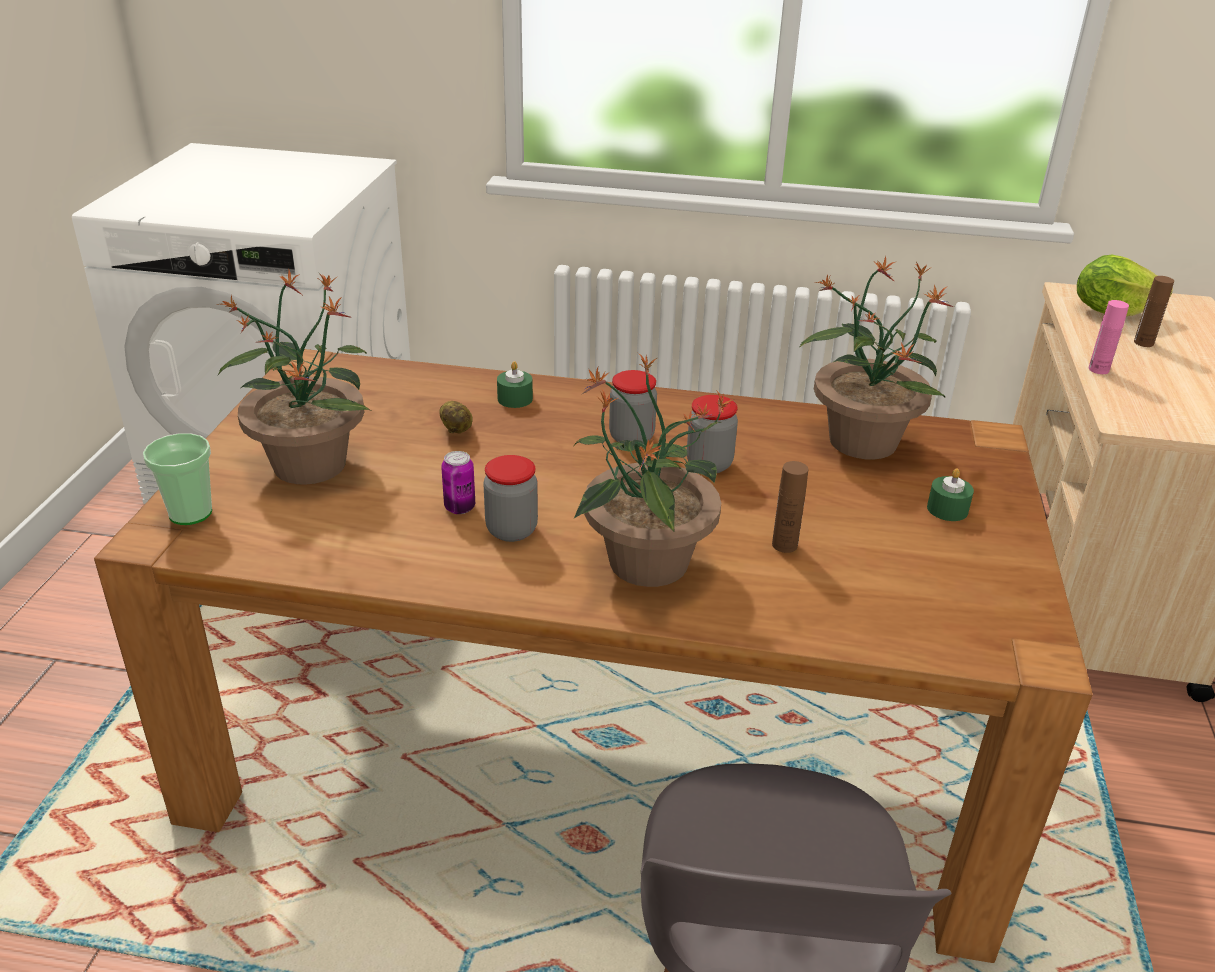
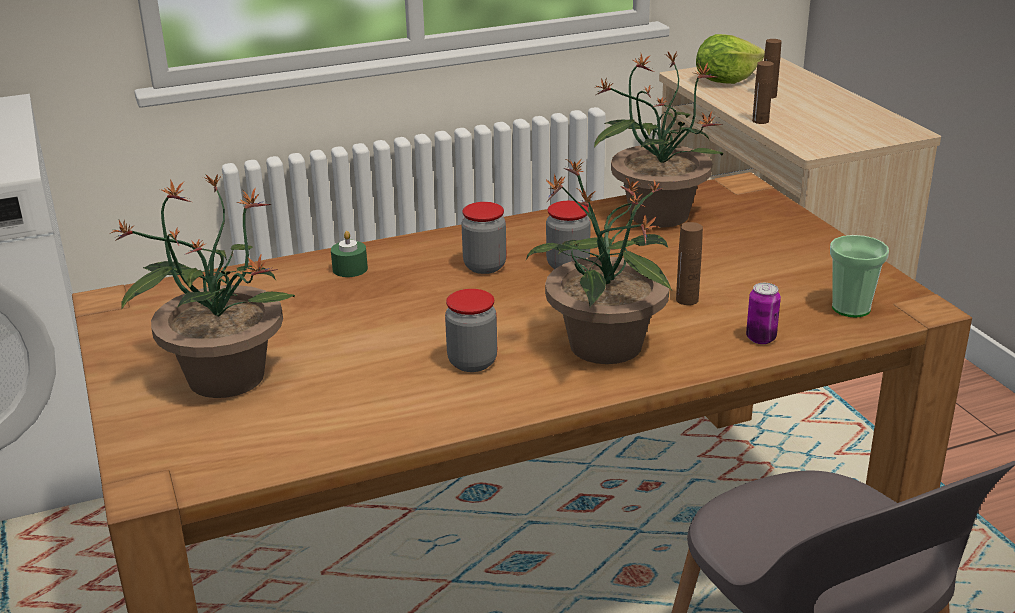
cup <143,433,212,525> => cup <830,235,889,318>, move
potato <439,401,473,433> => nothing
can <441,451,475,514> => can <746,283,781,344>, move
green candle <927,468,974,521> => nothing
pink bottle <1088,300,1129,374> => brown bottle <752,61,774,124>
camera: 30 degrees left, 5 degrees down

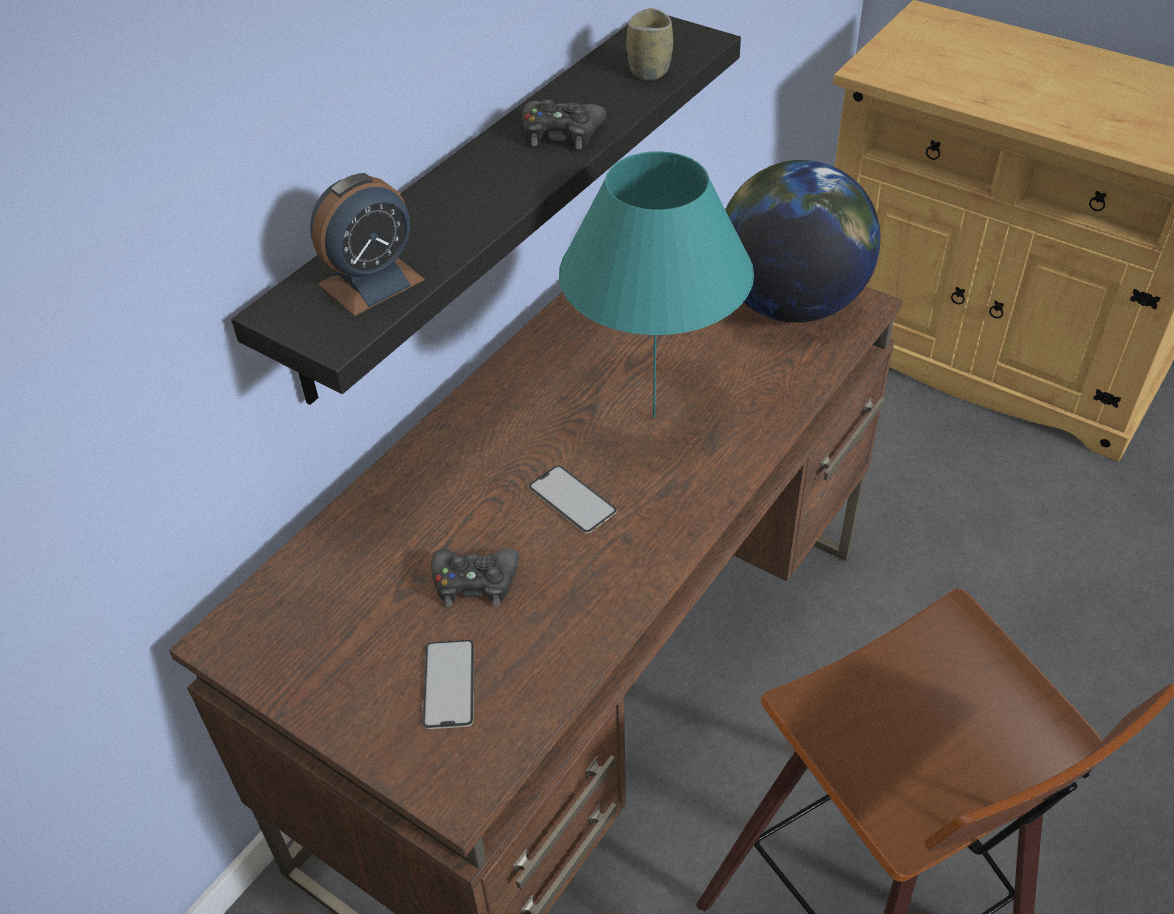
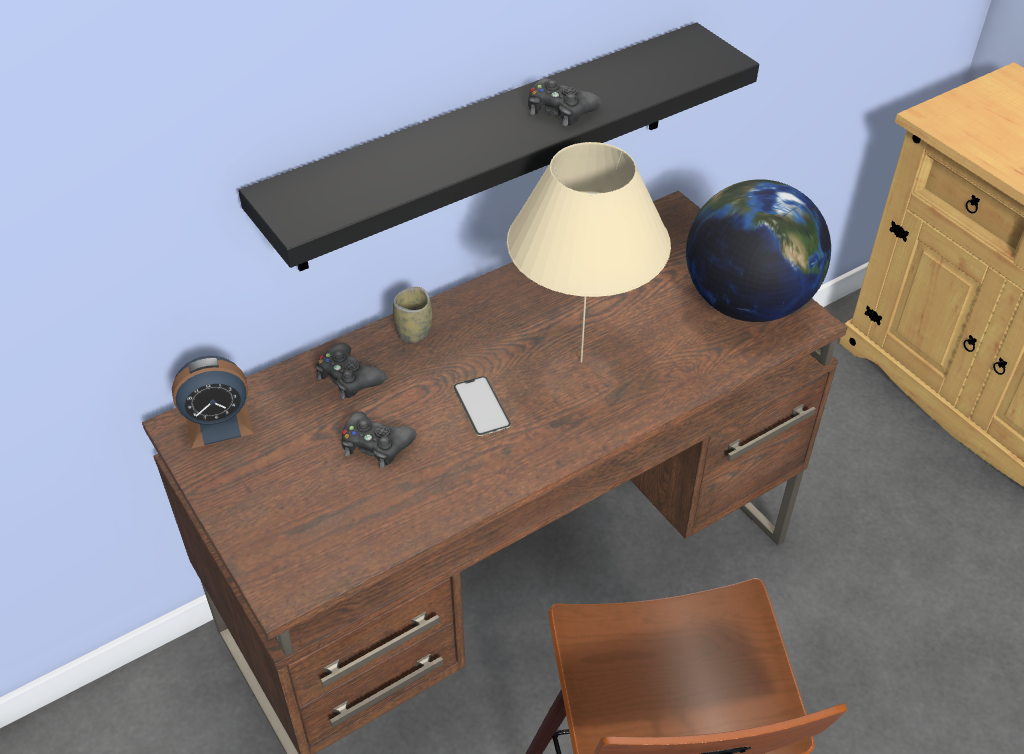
alarm clock <310,173,425,316> => alarm clock <172,356,254,449>, move
phone <422,640,474,729> => nothing
turquoise table lamp <559,151,754,418> => beige table lamp <507,142,671,363>
cup <626,8,673,81> => cup <393,287,432,343>, move
nothing => black game controller <316,343,387,399>
camera: 20 degrees right, 0 degrees up

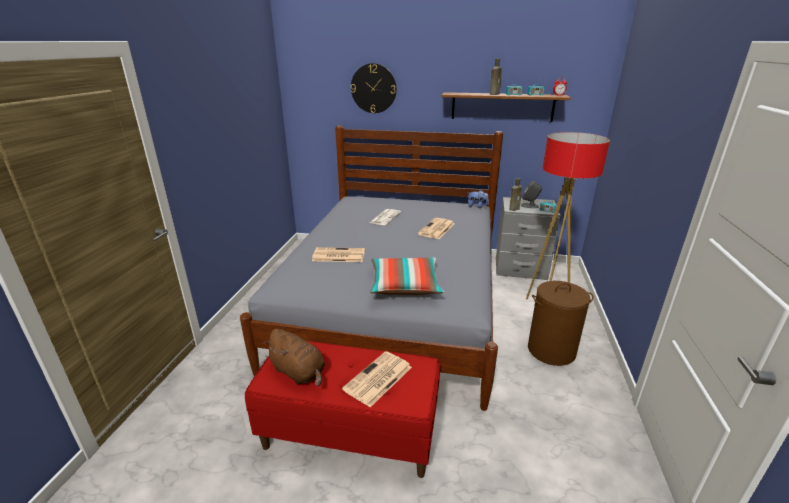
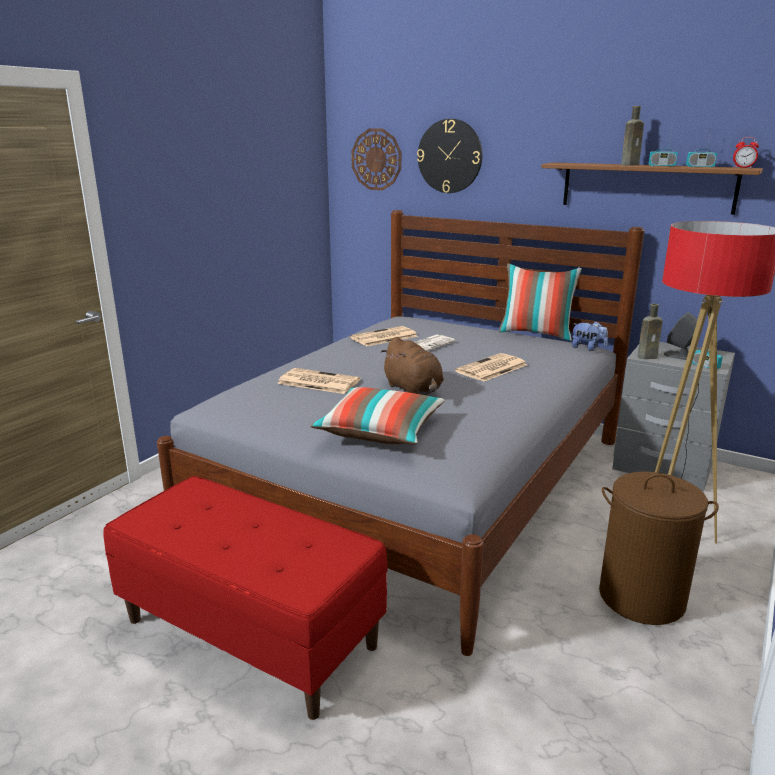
brown plush toy <263,329,325,386> => brown plush toy <380,337,444,395>, move
newspaper <342,351,412,407> => newspaper <350,326,418,346>, move
nothing => wall clock <351,129,401,190>
nothing => pillow <499,263,582,341>
camera: 20 degrees right, 5 degrees down

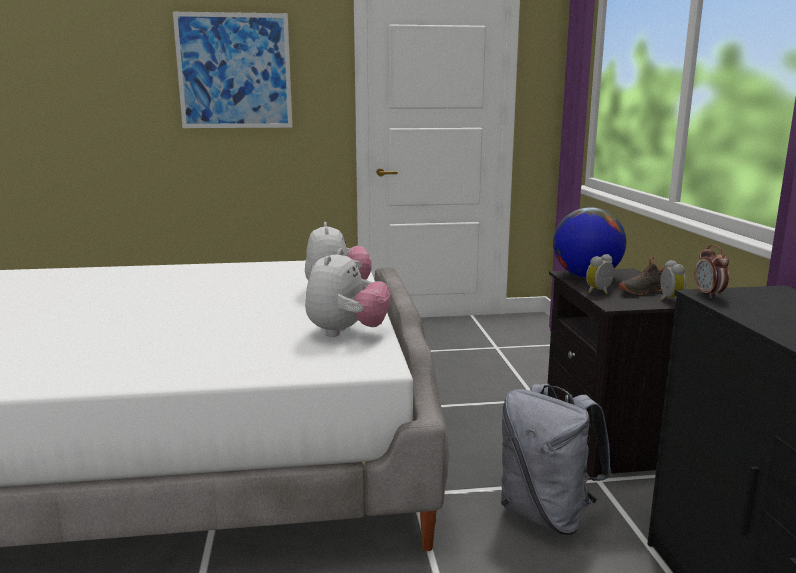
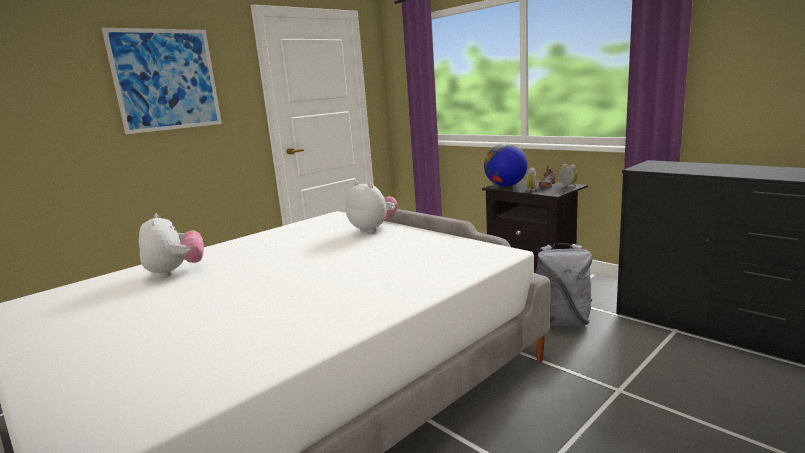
plush toy <305,248,391,337> => plush toy <139,214,204,278>, move
alarm clock <695,244,729,298> => nothing
camera: 35 degrees left, 0 degrees up

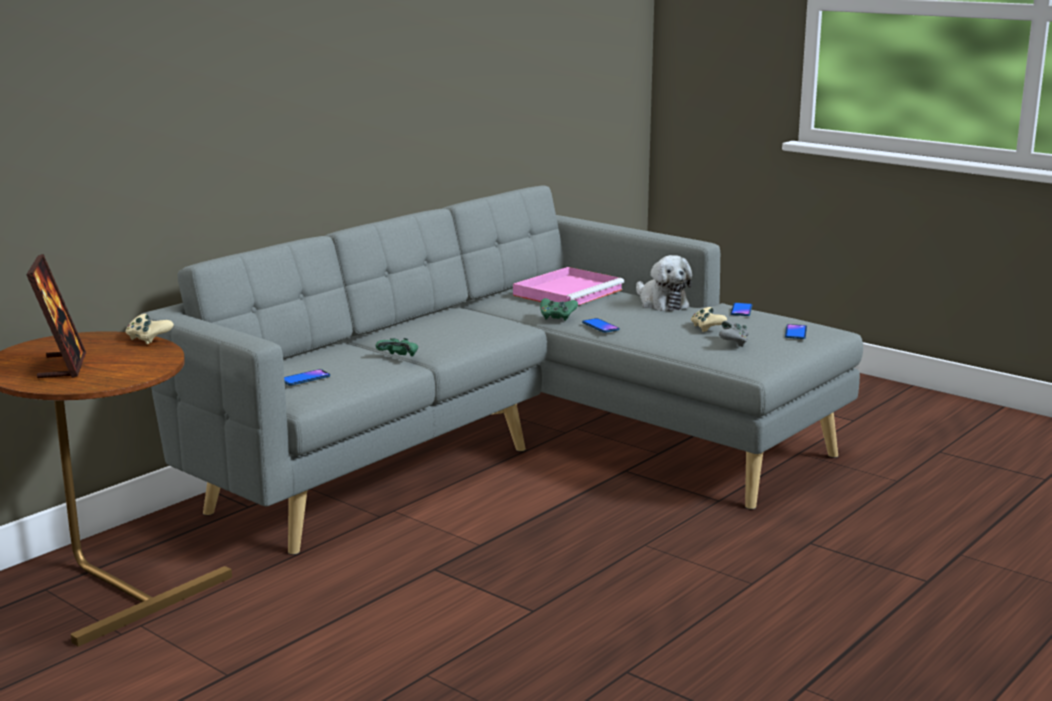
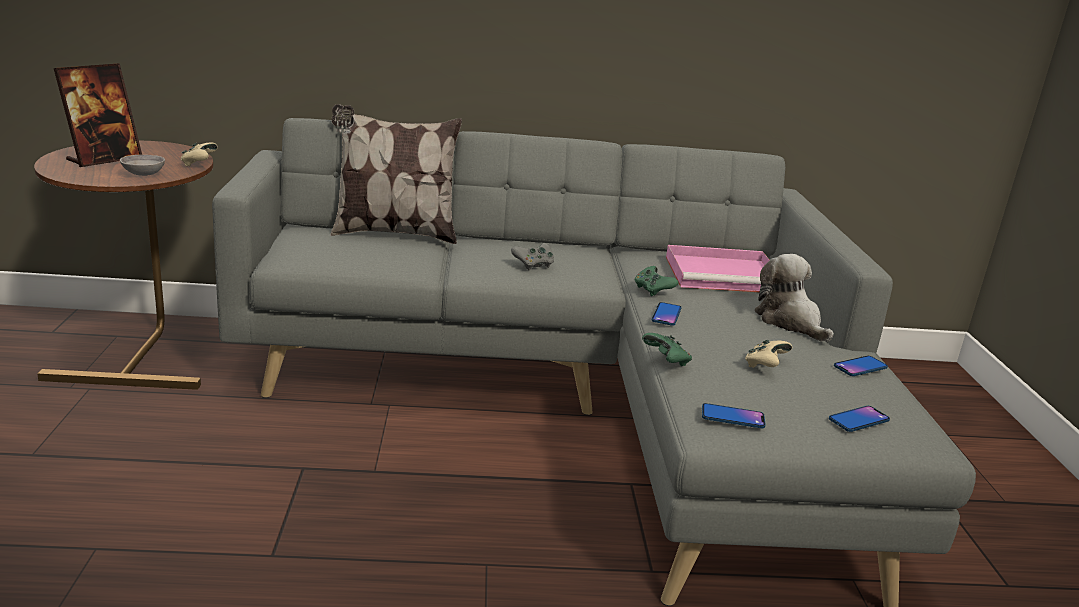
phone <284,369,330,386> => phone <702,403,766,428>, move
green game controller <376,338,418,356> => green game controller <642,333,692,366>, move
plush toy <636,255,692,311> => plush toy <754,254,834,342>, 135 degrees clockwise
grey game controller <719,321,749,347> => grey game controller <511,243,554,270>, move
nothing => grey bowl <120,155,165,176>
nothing => pillow <331,104,462,244>
camera: 45 degrees right, 5 degrees up

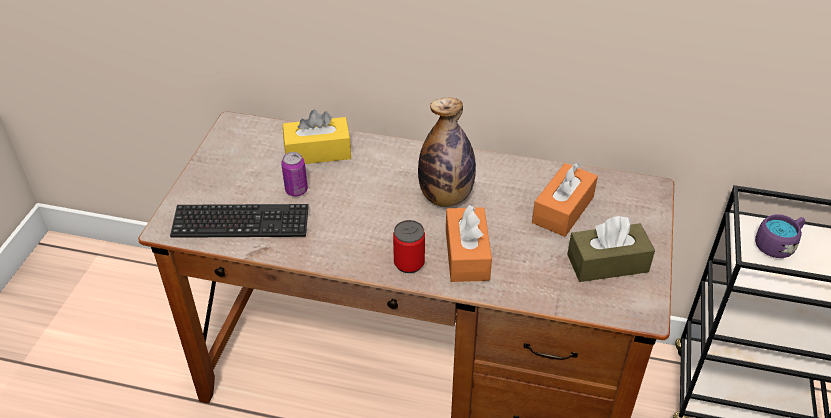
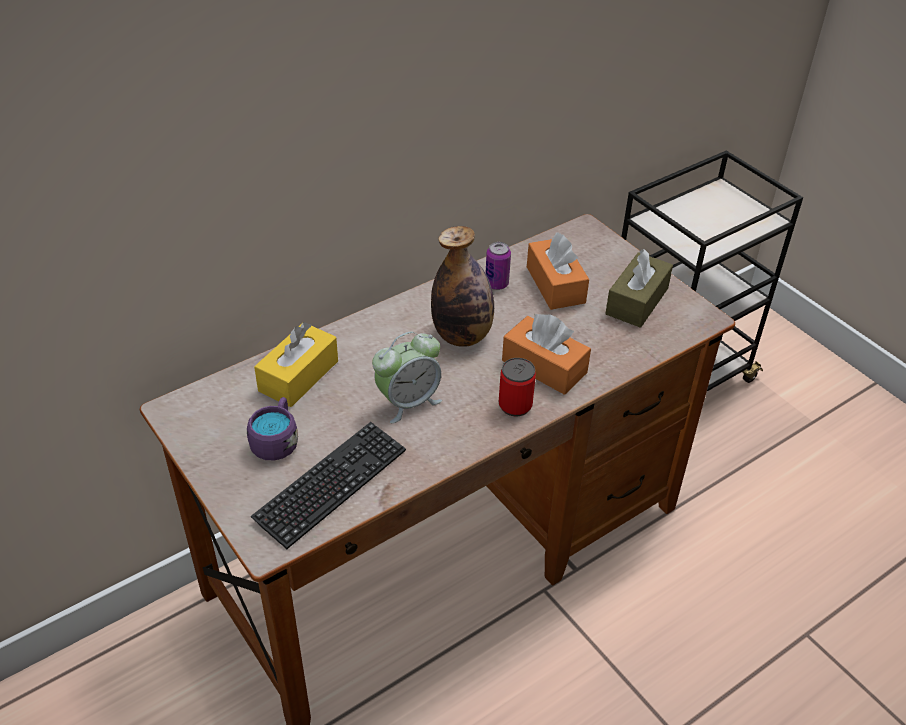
can <281,152,308,196> => can <486,242,511,290>, move
purple mug <755,214,805,258> => purple mug <247,397,298,461>, move
nothing => alarm clock <372,331,442,423>
camera: 50 degrees left, 0 degrees up

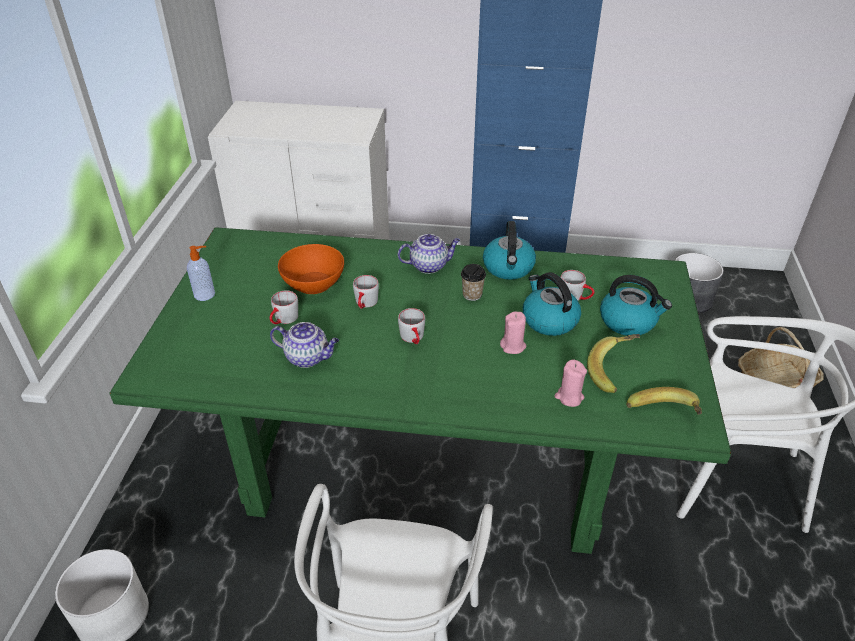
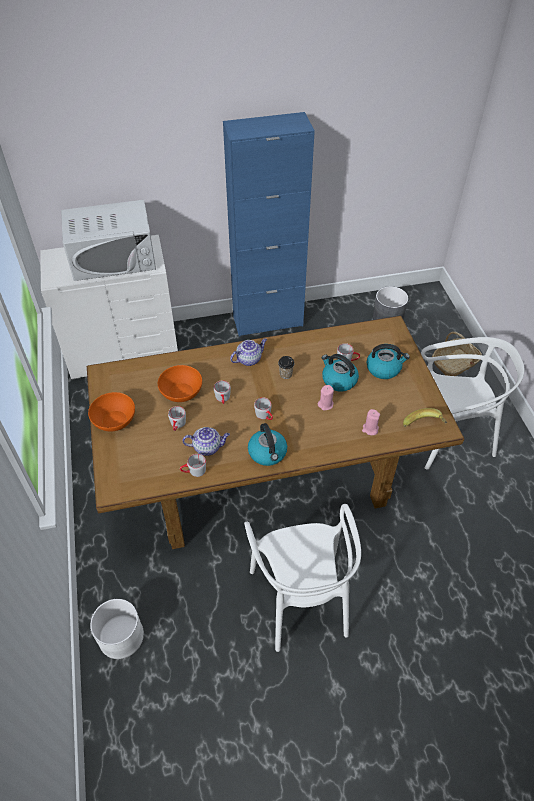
green dining table <110,227,731,554> => brown dining table <87,316,464,549>
soap dispenser <187,246,215,301> => orange bowl <88,392,135,432>
kettle <483,221,536,280> => kettle <248,423,287,466>, move
banana <587,334,640,393> => nothing
nothing => white microwave <61,200,156,281>
nothing => grey mug <180,454,206,477>
camera: 20 degrees left, 10 degrees up

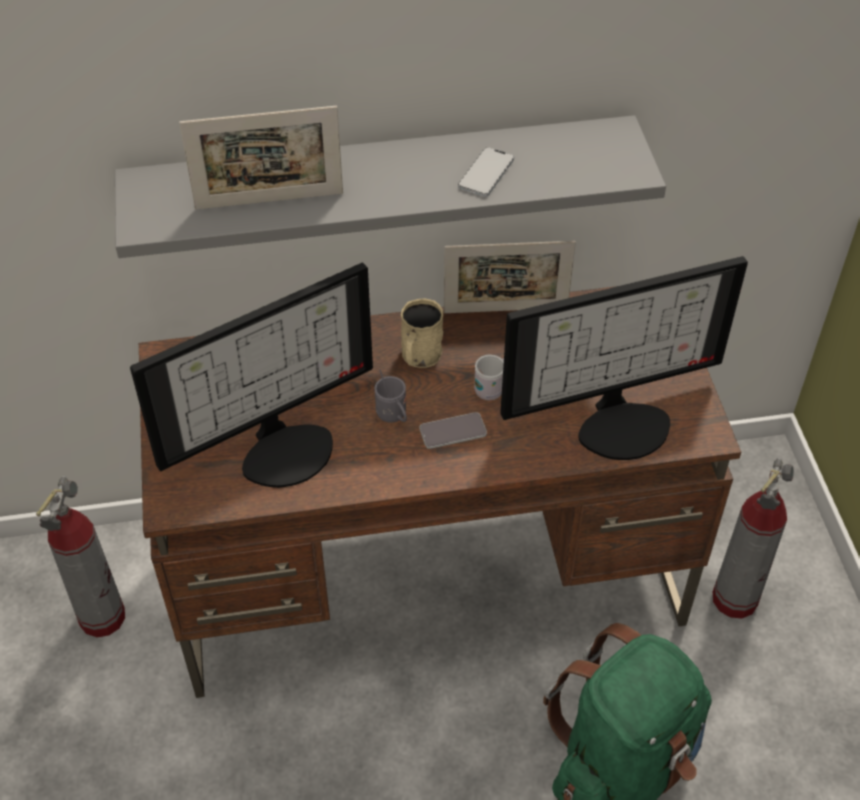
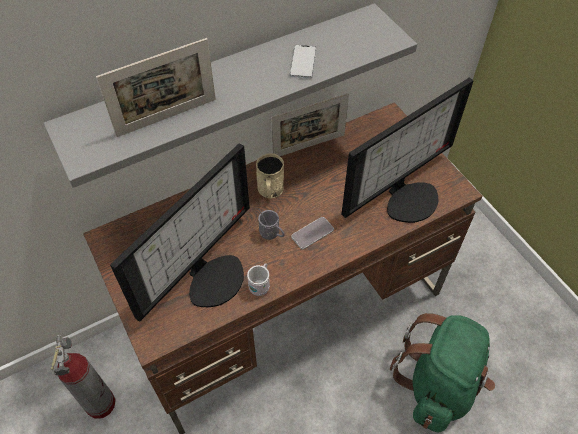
white mug <474,355,504,400> => white mug <247,263,270,296>, move
fire extinguisher <713,458,794,618> => nothing
camera: 20 degrees left, 5 degrees up

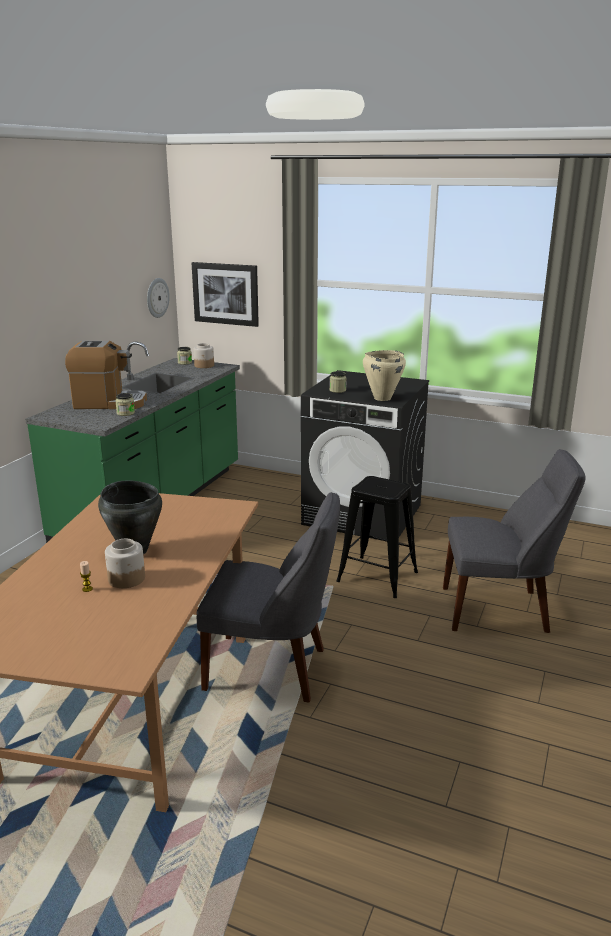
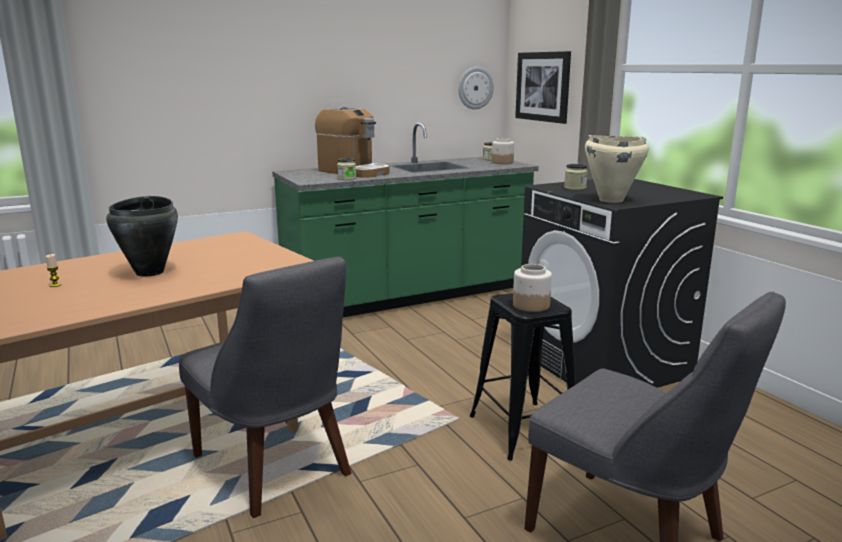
jar <105,539,145,588> => jar <513,264,552,312>, move
camera: 40 degrees right, 5 degrees down

